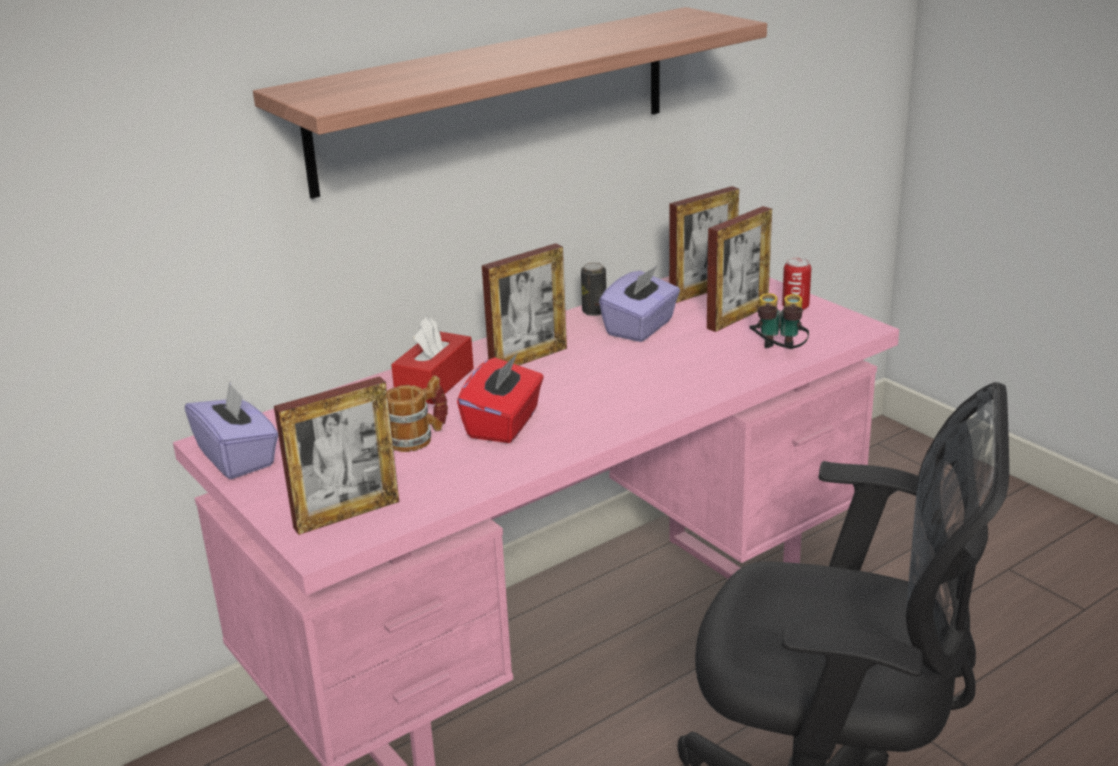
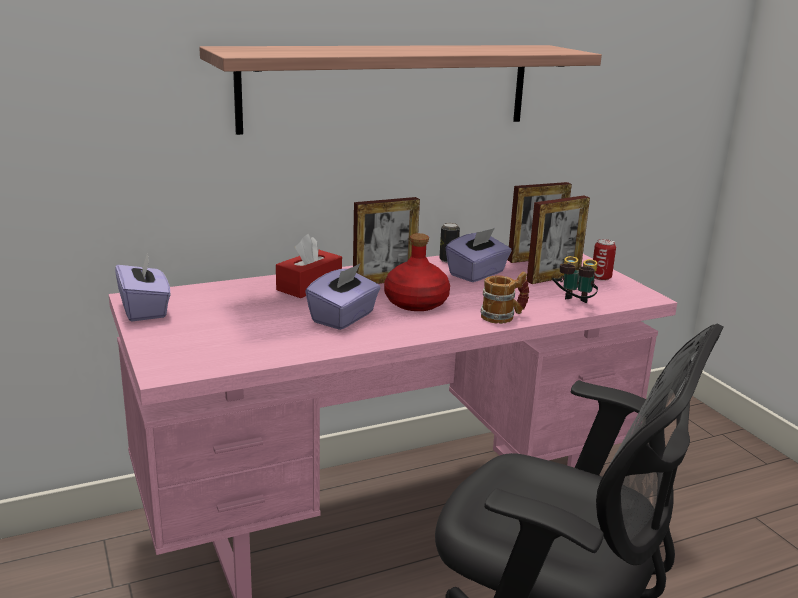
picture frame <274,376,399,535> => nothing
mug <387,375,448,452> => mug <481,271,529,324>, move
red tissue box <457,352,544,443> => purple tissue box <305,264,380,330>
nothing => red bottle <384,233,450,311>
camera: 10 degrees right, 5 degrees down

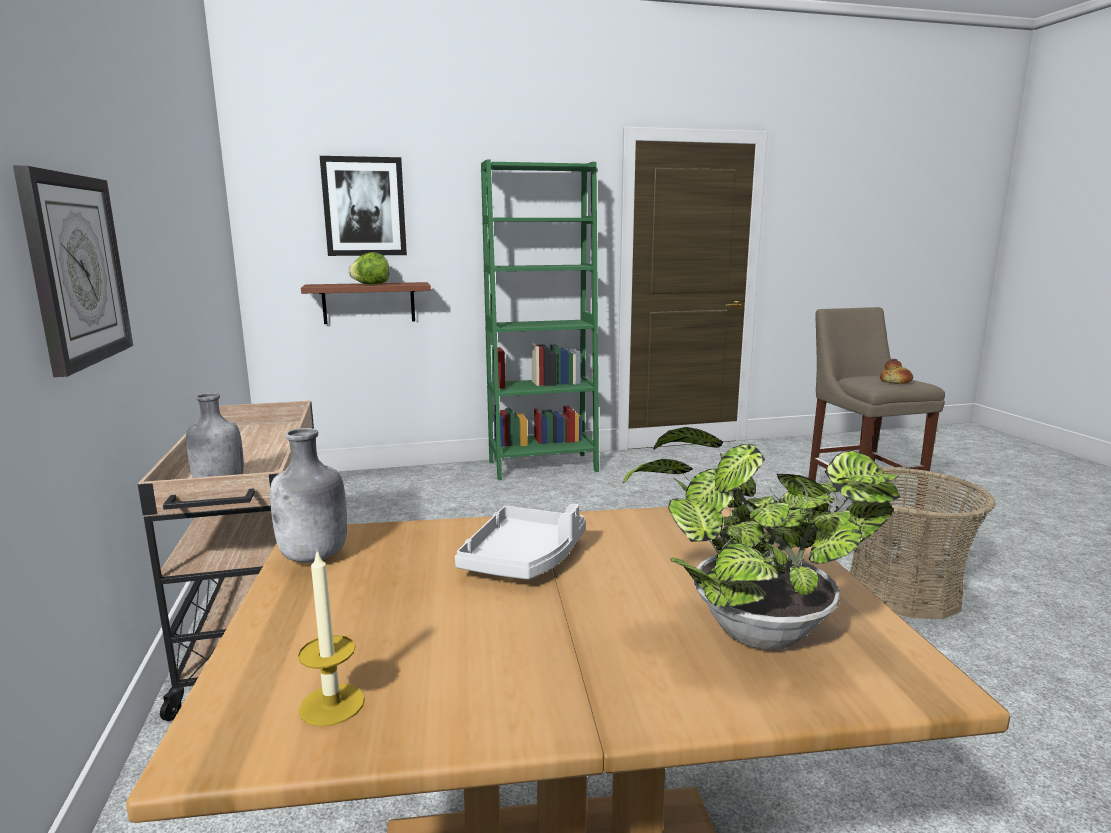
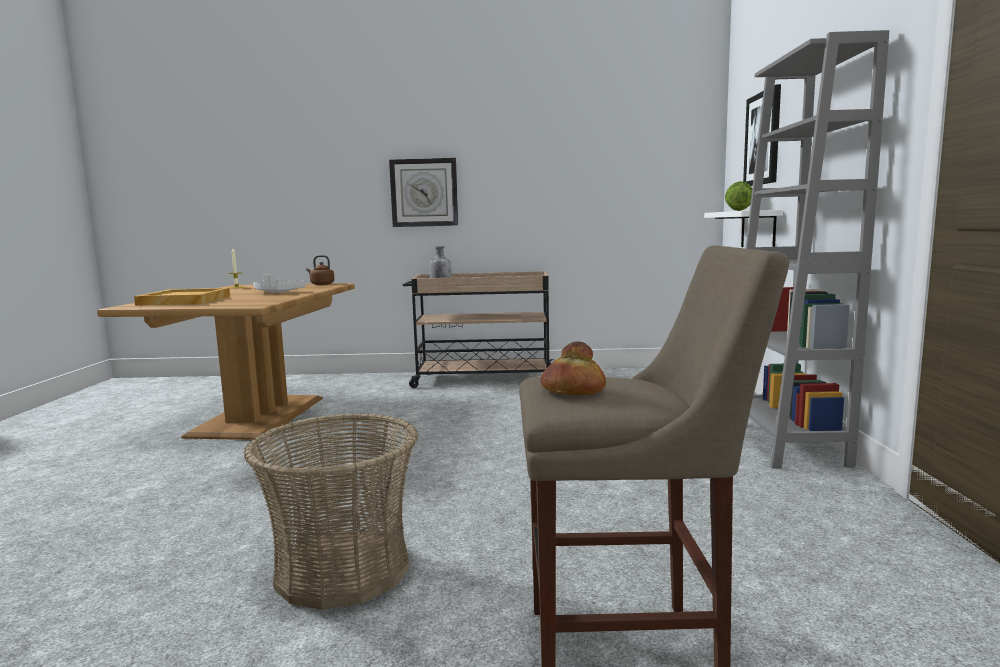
grey bottle <270,428,347,563> => brown kettle <306,255,335,285>
brown shelf <301,282,431,324> => white shelf <704,210,783,247>
green bookcase <481,159,599,480> => grey bookcase <745,30,889,469>
potted plant <622,427,900,649> => beige tray <134,288,230,306>
camera: 105 degrees right, 5 degrees down

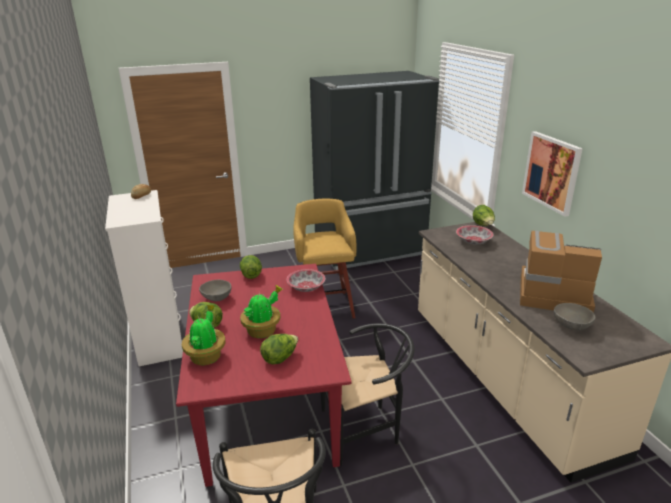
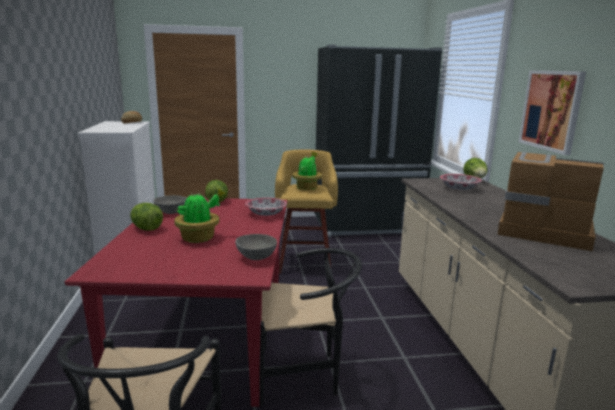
potted plant <182,305,225,365> => potted plant <292,152,322,190>, move
lettuce <260,334,298,364> => nothing
grey bowl <554,303,596,330> => grey bowl <235,234,277,260>, move
camera: 10 degrees right, 10 degrees down

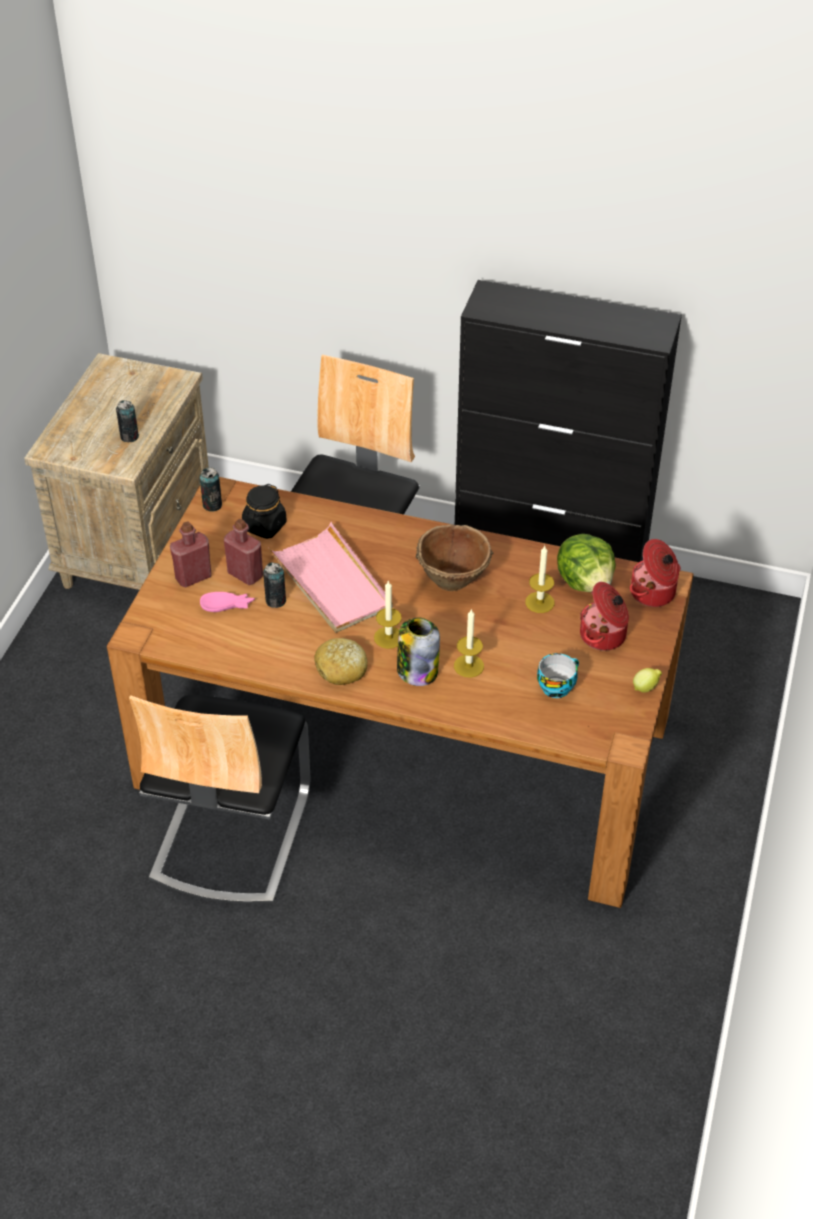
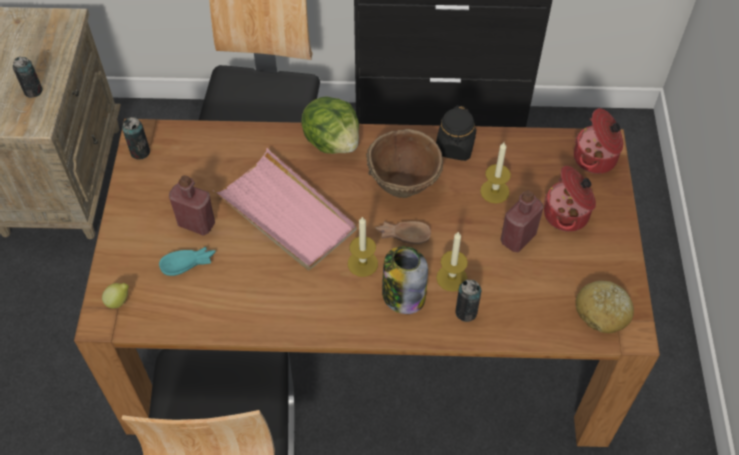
red bottle <170,522,211,587> => red bottle <500,190,544,252>, move
pink bowl <200,592,255,612> => turquoise bowl <159,247,216,276>
black jar <242,484,287,539> => black jar <436,106,476,161>, move
can <263,562,286,608> => can <455,279,481,322>, move
bread <314,638,368,685> => bread <575,281,634,333>, move
cup <537,653,579,698> => nothing
lettuce <557,534,616,592> => lettuce <301,96,359,154>, move
lemon <633,668,662,693> => lemon <102,283,129,309>, move
nothing => brown bowl <375,221,431,244>
camera: 15 degrees left, 10 degrees up

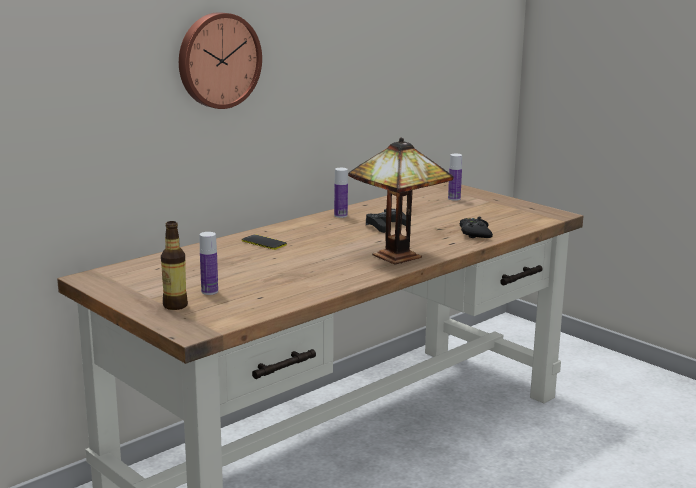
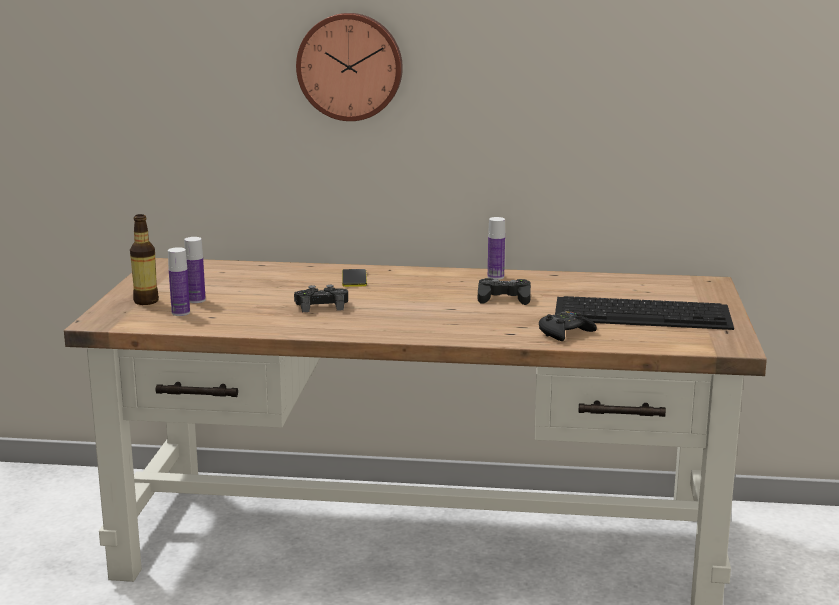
table lamp <348,137,453,264> => nothing
bottle <448,154,462,201> => bottle <168,247,190,316>, move
nothing => black game controller <294,285,348,312>
nothing => keyboard <555,296,734,330>
camera: 50 degrees right, 0 degrees up

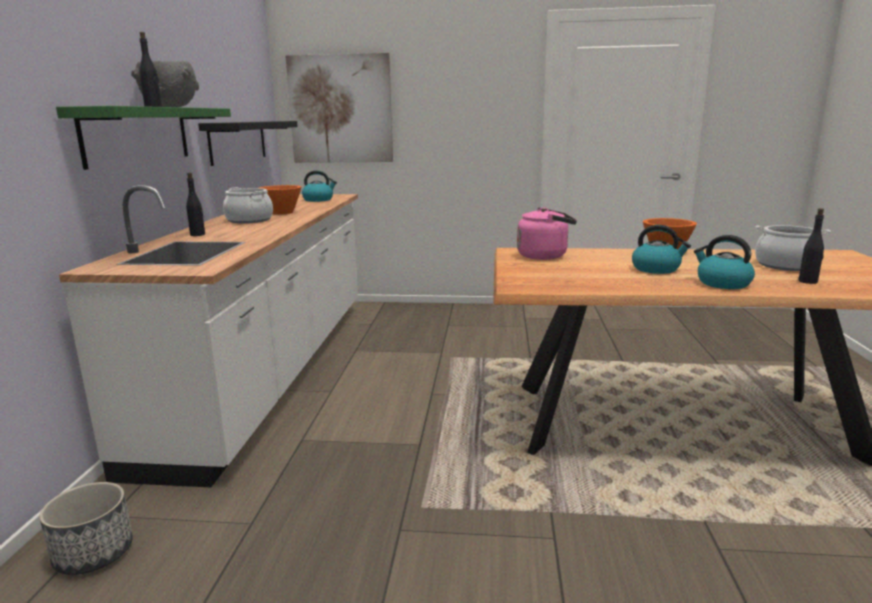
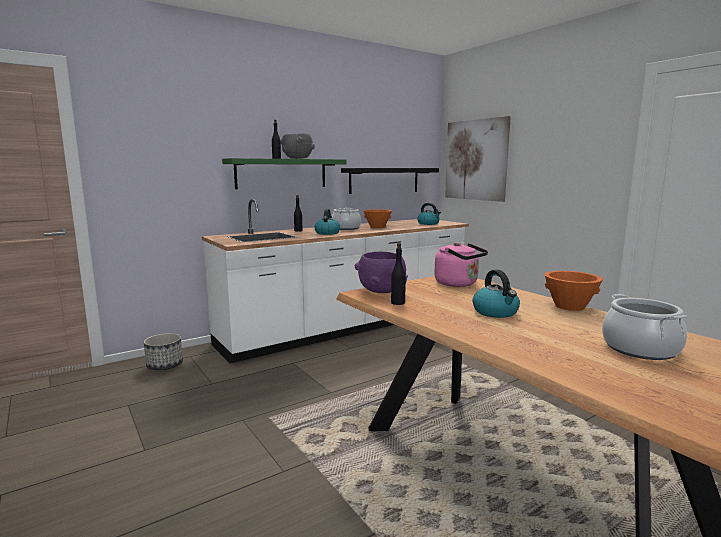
kettle <694,235,755,289> => kettle <314,209,340,235>, move
black bottle <798,208,824,284> => black bottle <391,243,406,305>, move
nothing => purple bowl <355,252,408,293>
camera: 50 degrees right, 5 degrees down

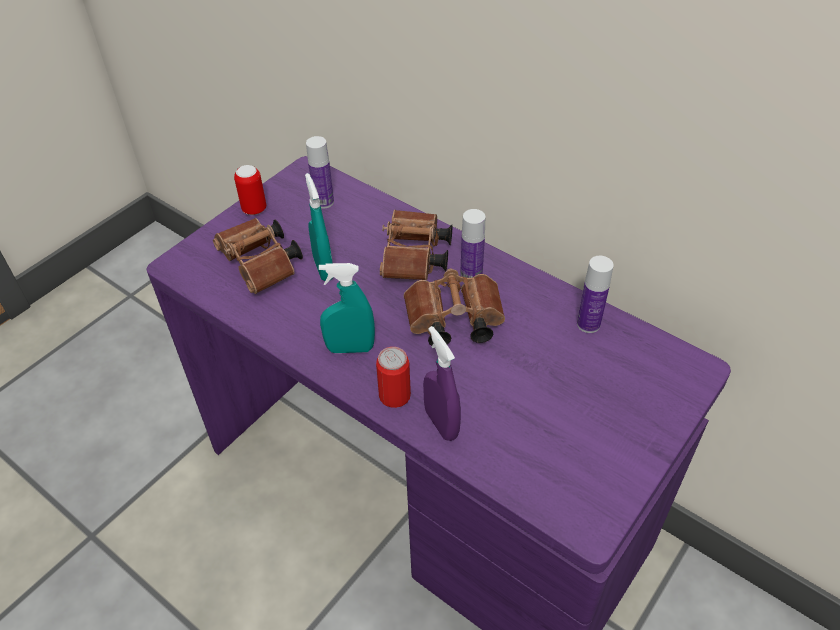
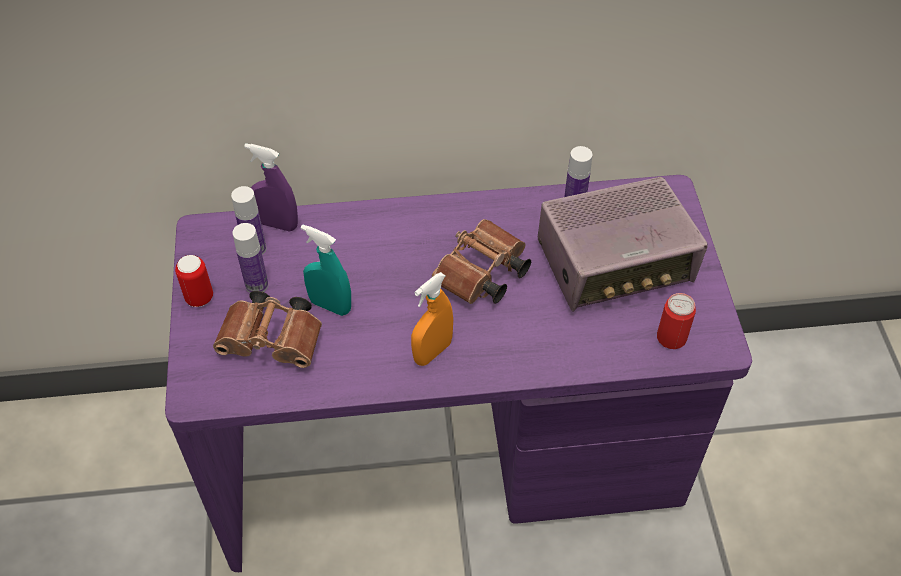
turquoise spray bottle <319,263,375,353> => orange spray bottle <411,272,453,366>
can <376,347,411,408> => can <657,293,696,349>, move
brown binoculars <380,210,452,280> => nothing
purple spray bottle <423,326,461,441> => purple spray bottle <244,143,298,232>, move
bottle <460,209,485,278> => bottle <233,223,268,293>, move
nothing => radio <538,177,708,312>
camera: 45 degrees left, 5 degrees up

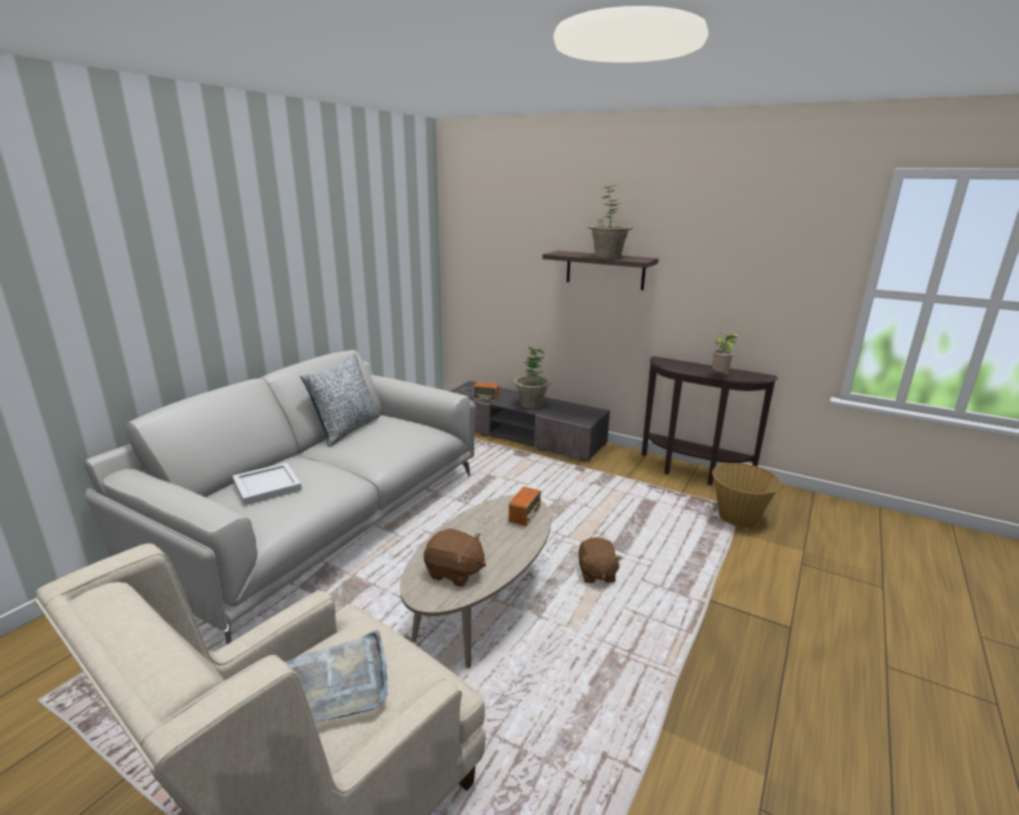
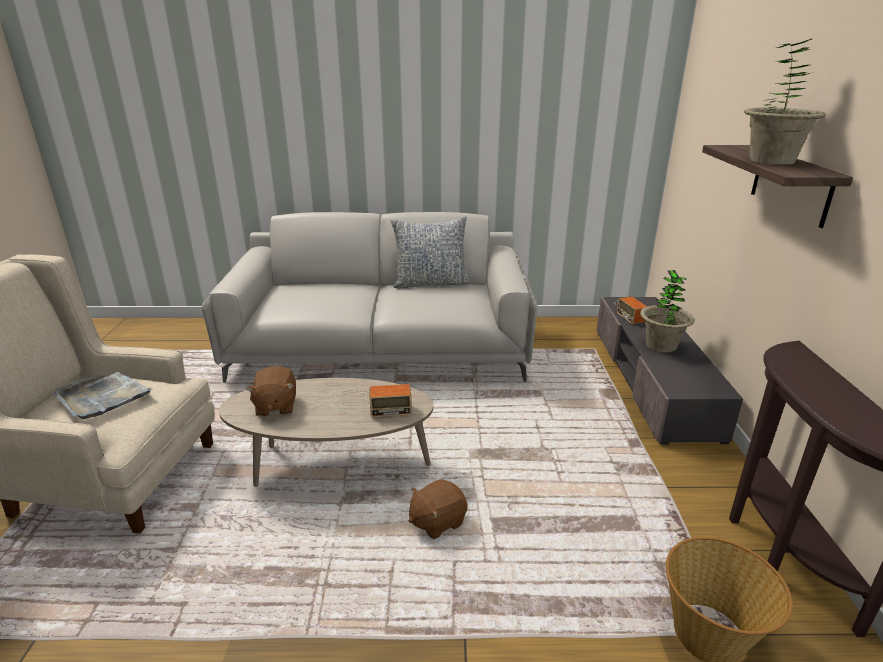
white tray <232,463,302,506> => nothing
potted plant <712,334,739,374> => nothing
camera: 60 degrees right, 5 degrees up

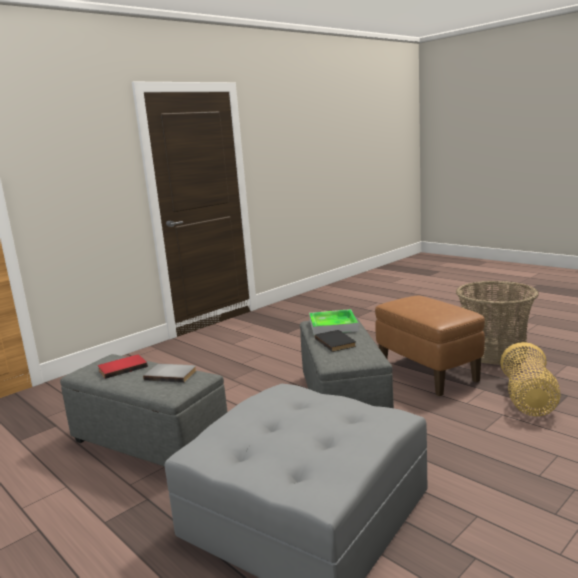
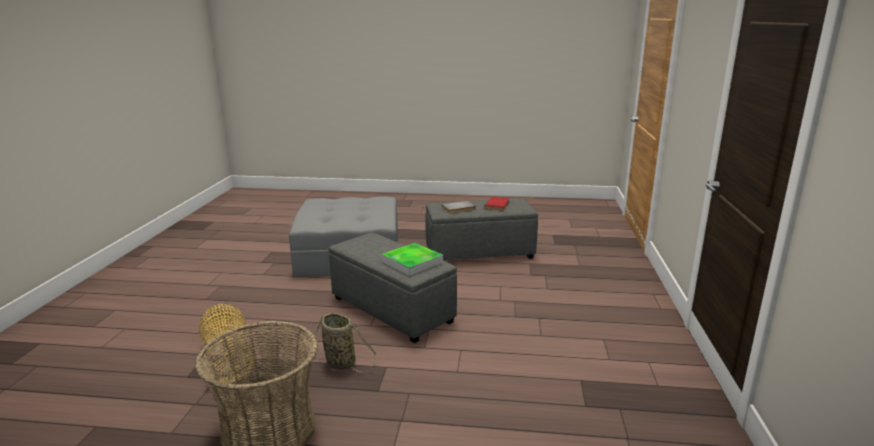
black book <315,330,356,352> => nothing
brown ottoman <375,296,485,396> => basket <300,313,376,372>
camera: 140 degrees right, 5 degrees up

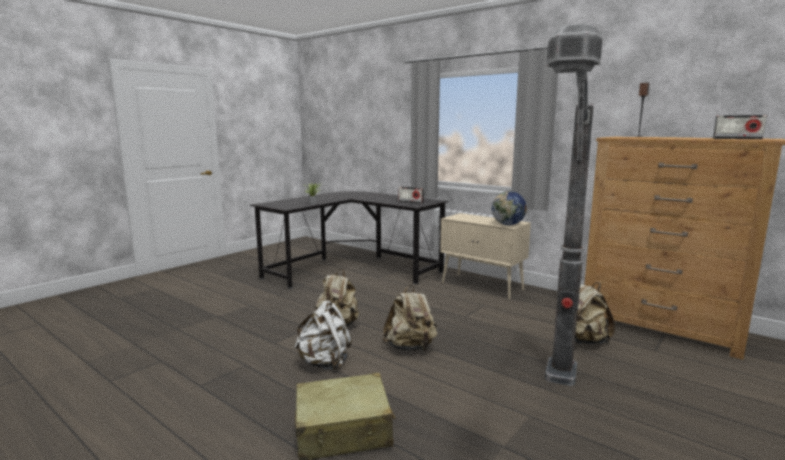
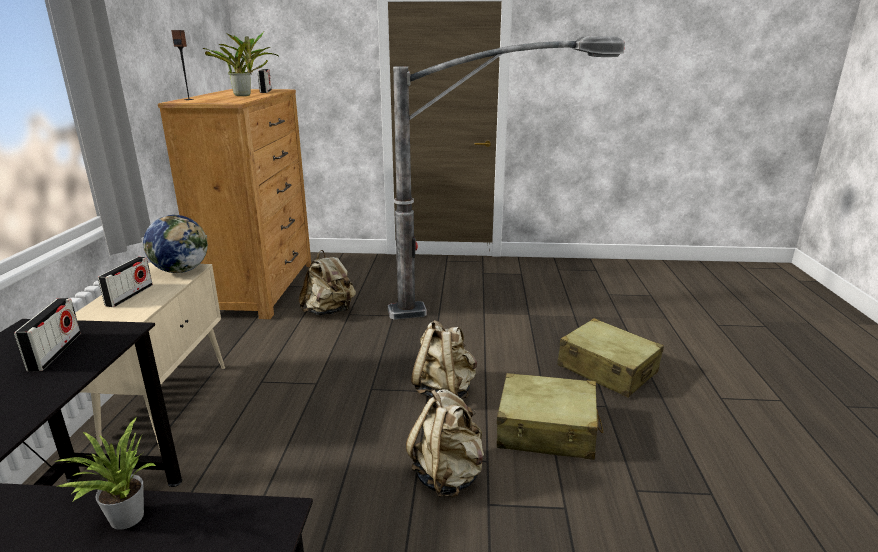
white backpack <294,300,352,371> => beige suitcase <497,373,603,460>
nothing => radio <98,257,153,307>
nothing => potted plant <203,33,279,96>
camera: 125 degrees left, 10 degrees up

